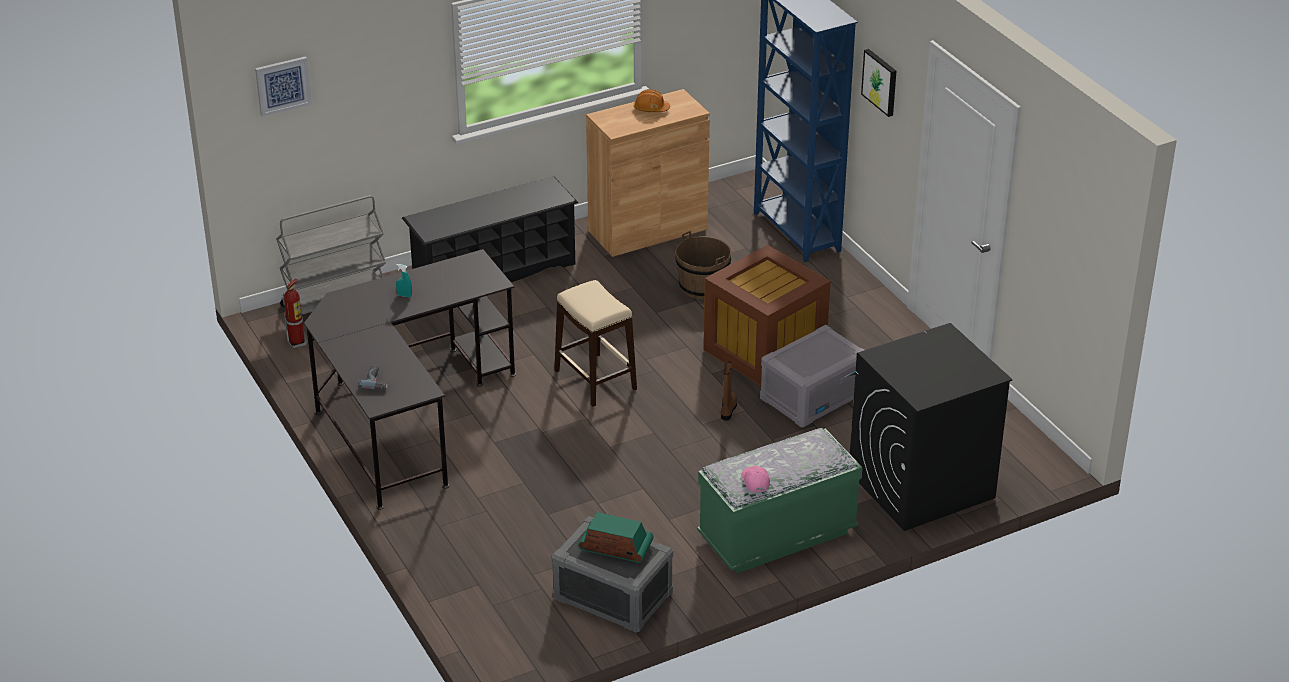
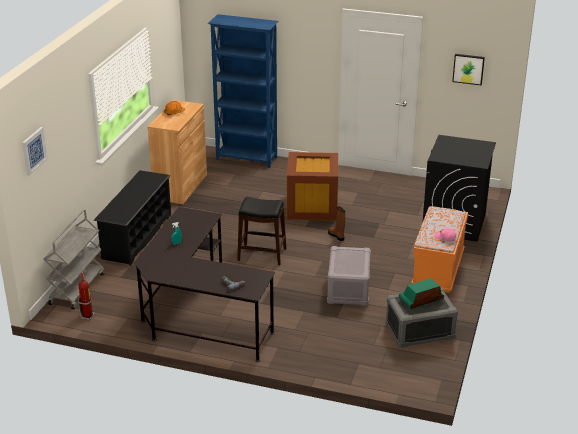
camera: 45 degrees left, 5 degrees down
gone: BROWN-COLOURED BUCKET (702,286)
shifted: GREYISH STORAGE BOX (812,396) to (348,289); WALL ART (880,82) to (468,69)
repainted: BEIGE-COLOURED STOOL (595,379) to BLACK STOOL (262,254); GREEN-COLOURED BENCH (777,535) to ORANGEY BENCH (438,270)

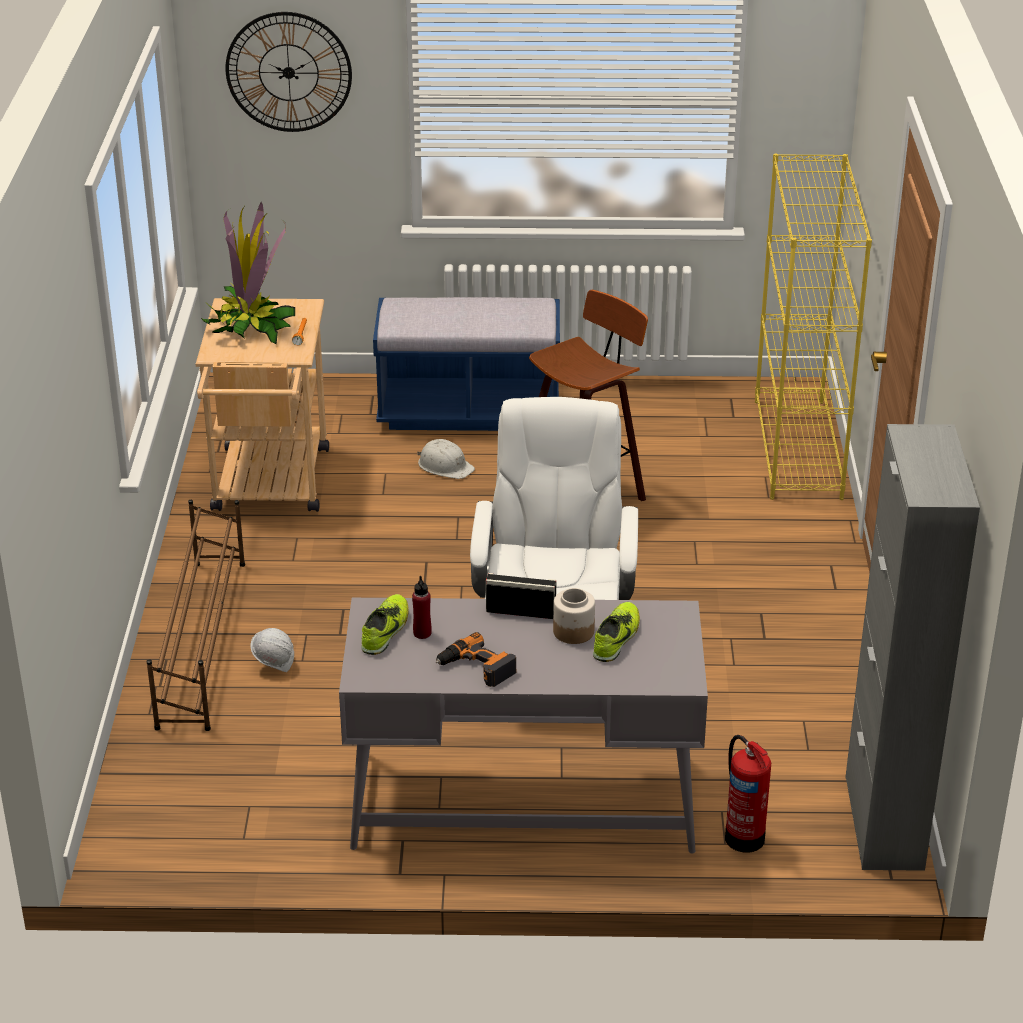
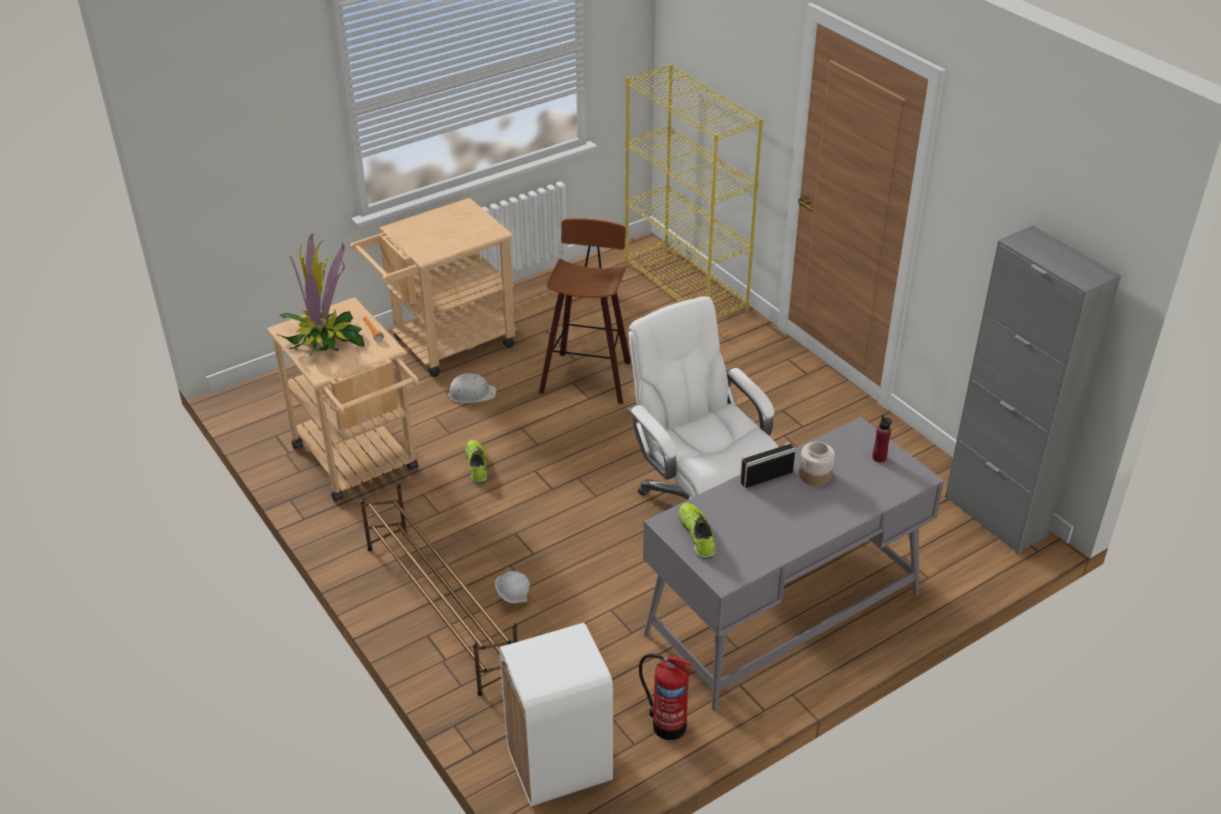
camera: 35 degrees left, 5 degrees up
gone: WALL CLOCK (288,72); POWER DRILL (476,668)
new: WHITE-COLOURED WASTE BIN (560,765)
shifted: REDDISH BOTTLE (422,633) to (879,457); ITEM OF FOOTWEAR (616,638) to (477,465); FIRE-FIGHTING CYLINDER (743,836) to (667,724)
swapped: BLUE BENCH (469,411) to BEIGE-COLOURED CART (444,346)

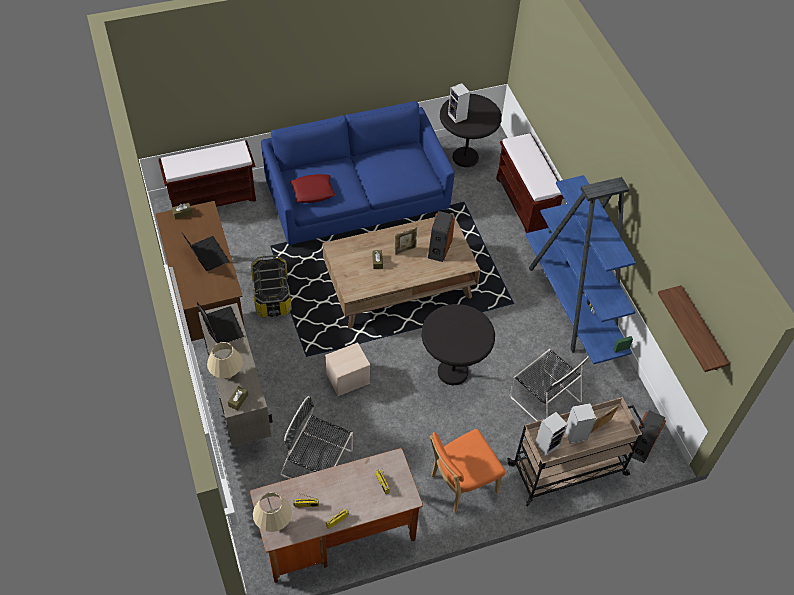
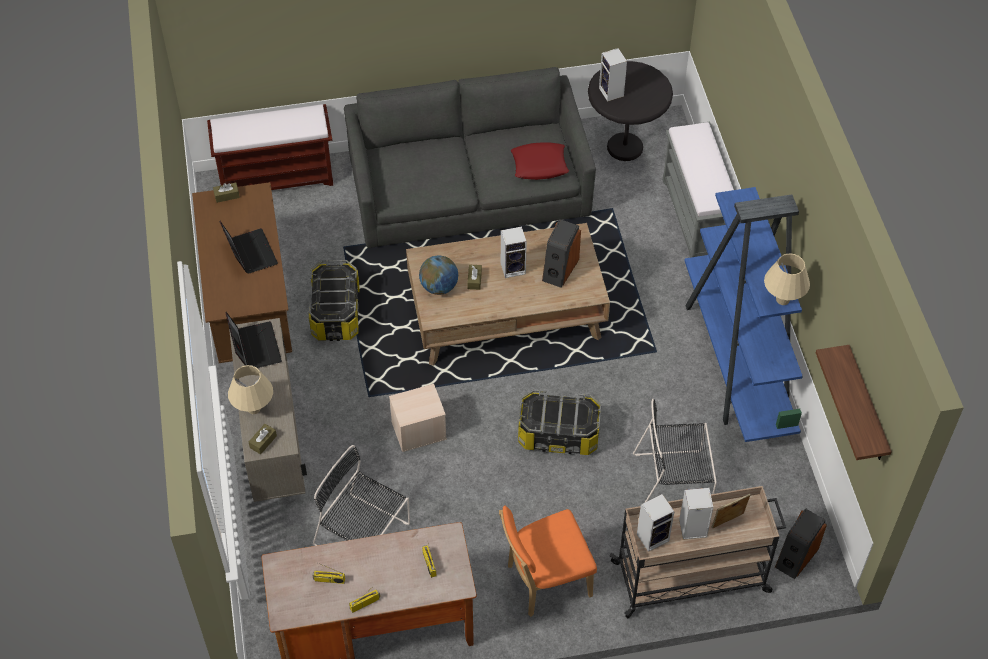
camera: 10 degrees right, 0 degrees up
new: WORLD GLOBE (439,287)
shifted: BEIGE-COLOURED TABLETOP LAMP (274,523) to (782,299); REDDISH CUSHION (313,191) to (539,165)
swapped: PHOTO FRAME (405,250) to AUDIO SPEAKER (514,268); BLACK END TABLE (452,372) to STORAGE BOX (558,435)
repainted: BLUE COUCH (357,194) to GREYISH COUCH (469,186); BROWN-COLOURED BENCH (525,204) to GREYISH BENCH (697,218)
rotated: BLACK PLAIN CHAIR (543,398) = (674,480) 120 degrees clockwise

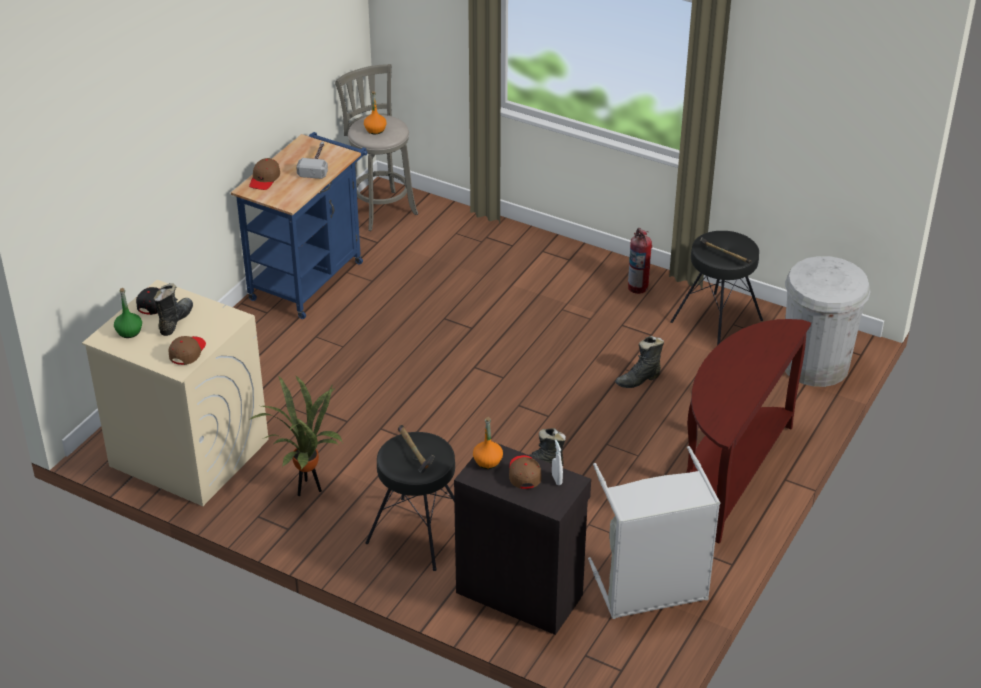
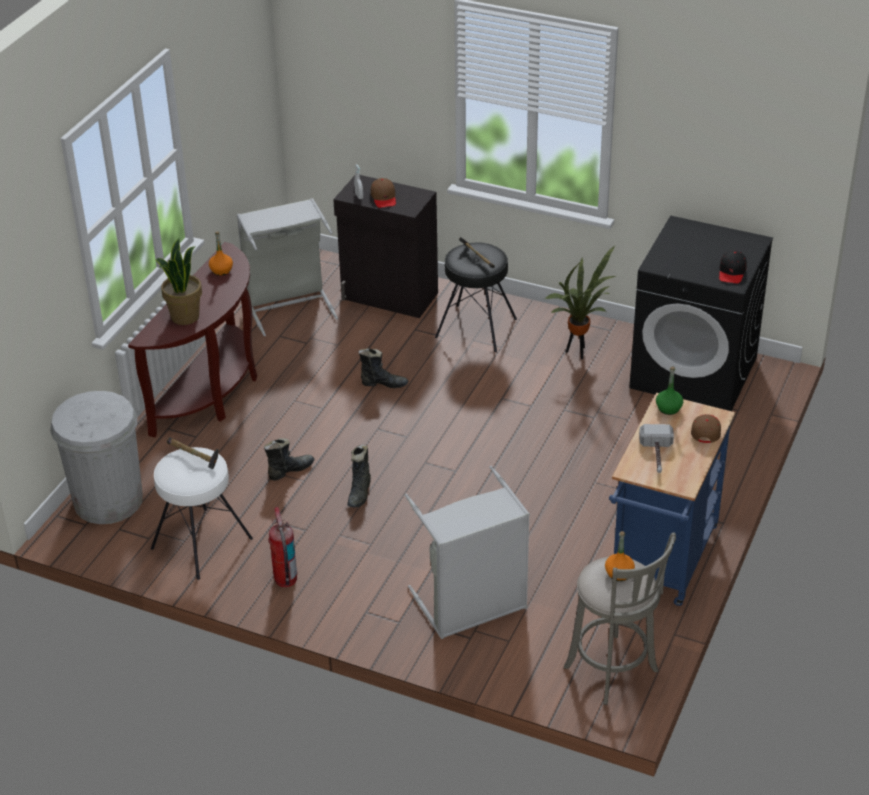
camera: 175 degrees right, 0 degrees up
gone: BROWN-COLOURED BASEBALL CAP (187,352)
new: PLANT IN A POT (184,316); GREYISH HAMPER (472,606)
shifted: GREEN-COLOURED BOTTLE (129,332) to (668,408); BLACK HIGH-TOP BOOT (175,321) to (360,493); ORANGEY BOTTLE (488,461) to (221,270)
repainted: BEIGE-COLOURED LAUNDRY APPLIANCE (188,452) to BLACK LAUNDRY APPLIANCE (694,372); BLACK STOOL (717,321) to WHITE-COLOURED STOOL (201,543)

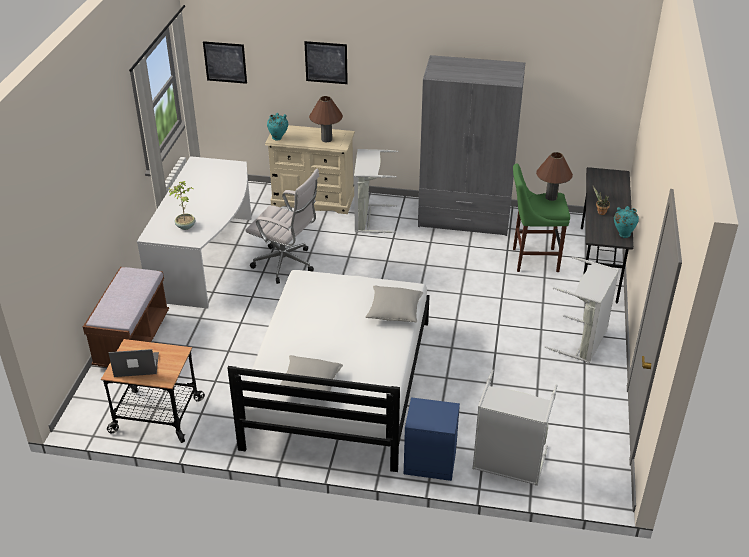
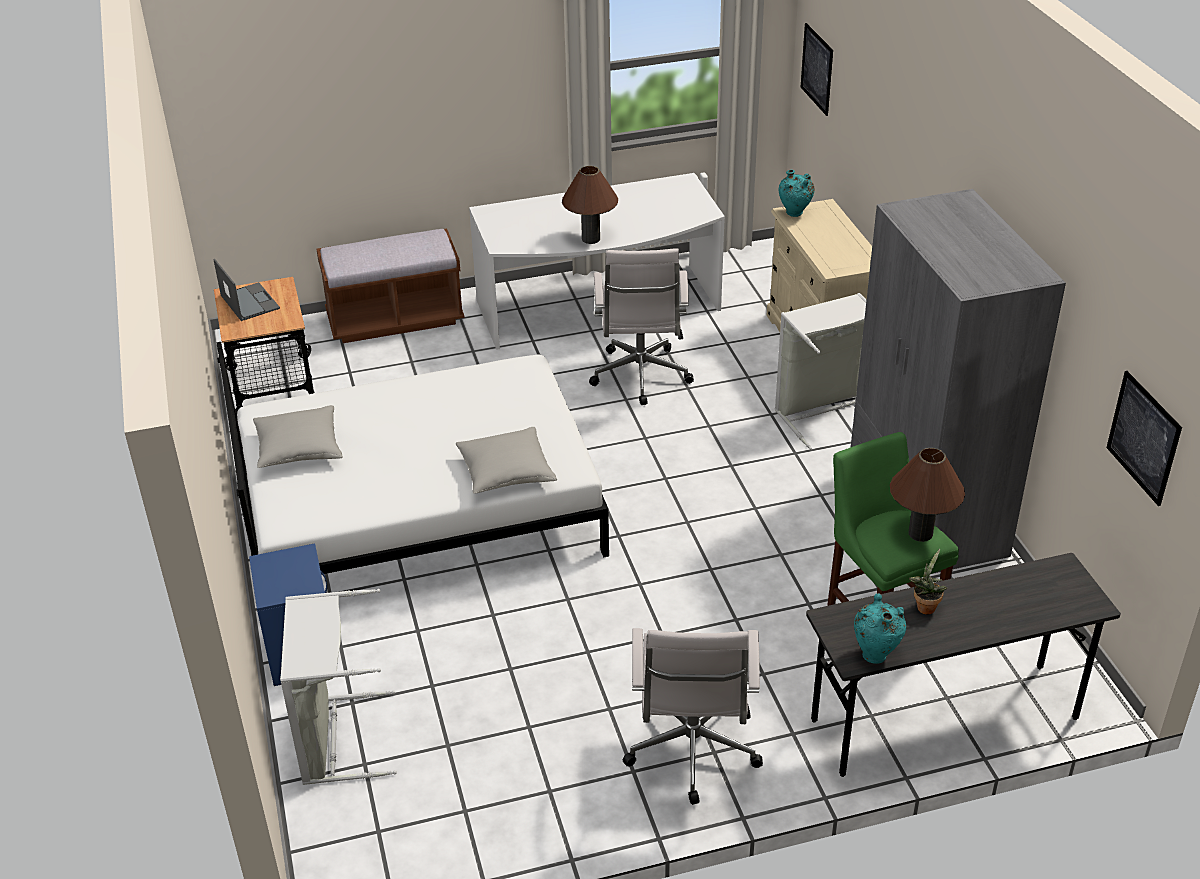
camera: 65 degrees right, 0 degrees up
gone: PLANT IN A POT (186,226)
shifted: WALL ART (326,62) to (1143,437); BROWN-COLOURED TABLETOP LAMP (326,139) to (591,239)
swapped: GREYISH HAMPER (583,341) to WHITE-COLOURED OFFICE CHAIR (692,755)

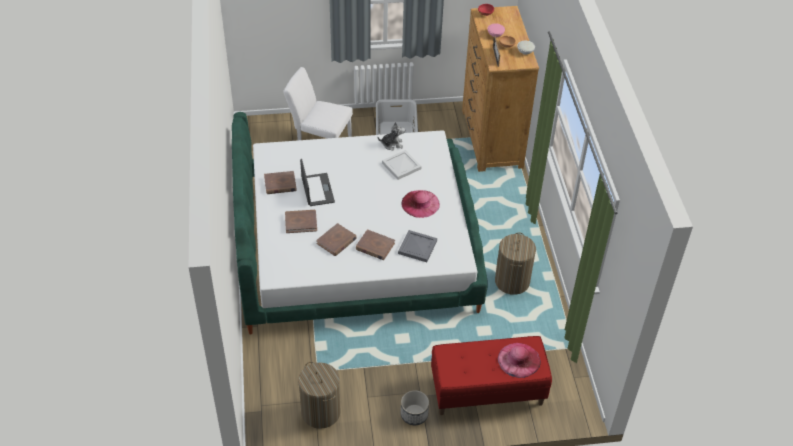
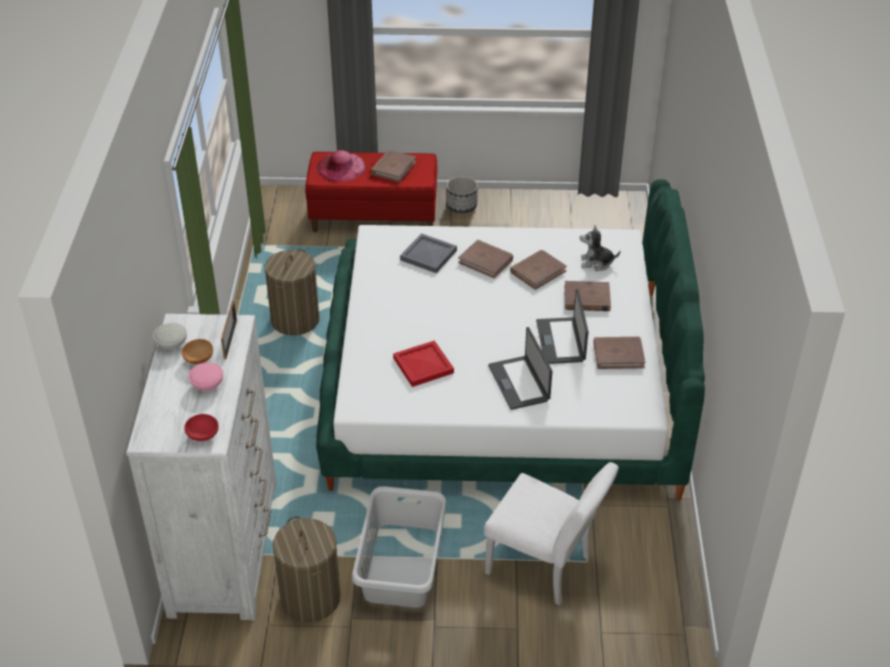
camera: 170 degrees left, 5 degrees down
gone: PINKISH CLOTHING HAT (420,203)
new: BROWN-COLOURED BOOK (393,168); LAPTOP (519,383)
shifted: HAMPER (321,412) to (310,598); PLUSH TOY (392,144) to (596,263)
repainted: WHITE-COLOURED CARRYING TRAY (400,166) to REDDISH CARRYING TRAY (424,366); BROWN-COLOURED CHEST OF DRAWERS (491,139) to WHITE-COLOURED CHEST OF DRAWERS (225,547)

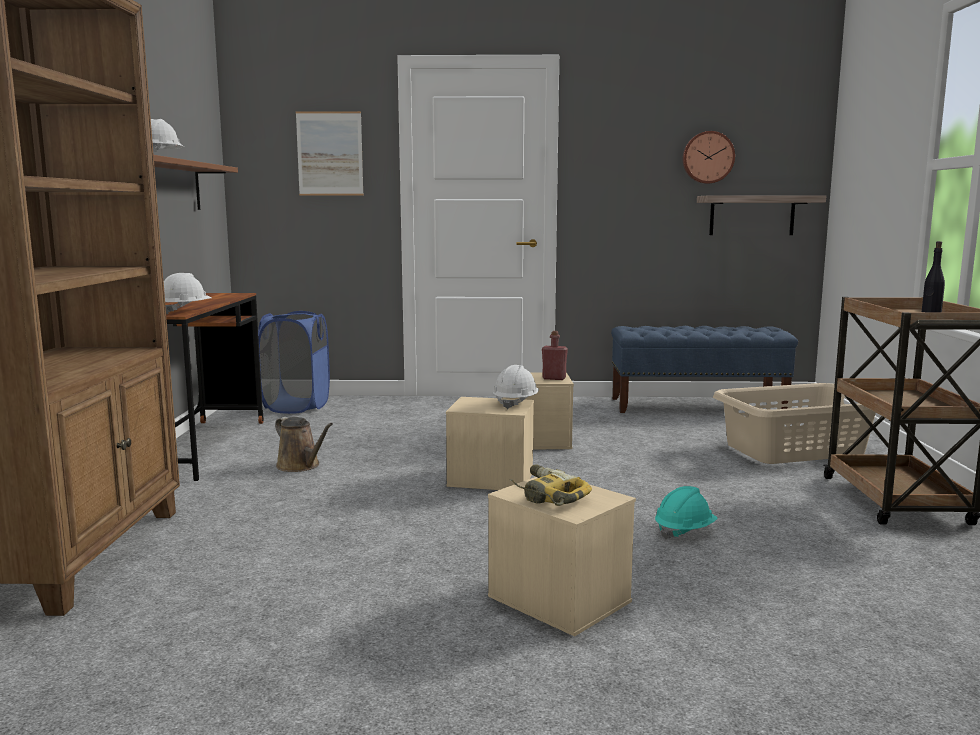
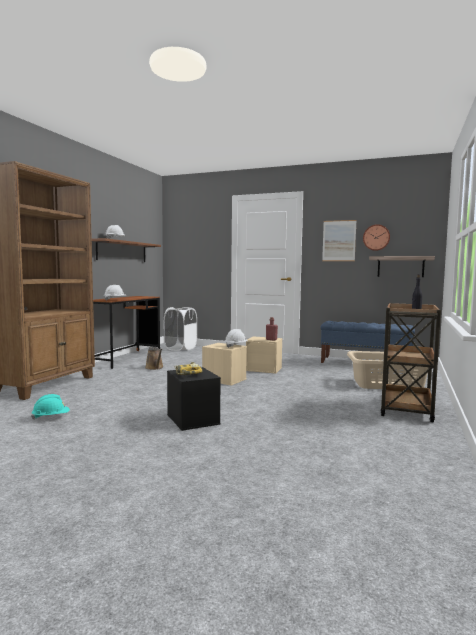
camera: 20 degrees right, 5 degrees down
shifted: WALL ART (330,153) to (339,240); TURQUOISE-COLOURED HARD HAT (684,531) to (51,417)
repainted: BLUE HAMPER (296,406) to WHITE-COLOURED HAMPER (180,348); BEIGE-COLOURED STORAGE BOX (557,599) to BLACK STORAGE BOX (192,419)

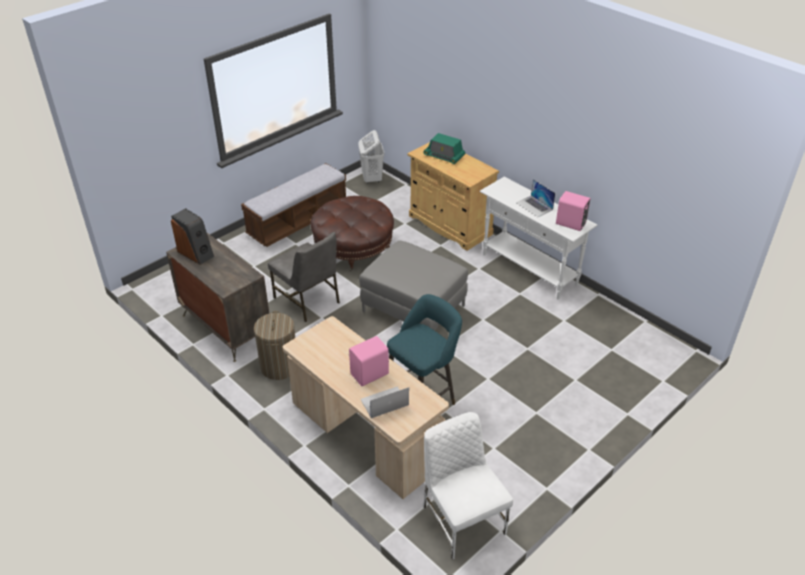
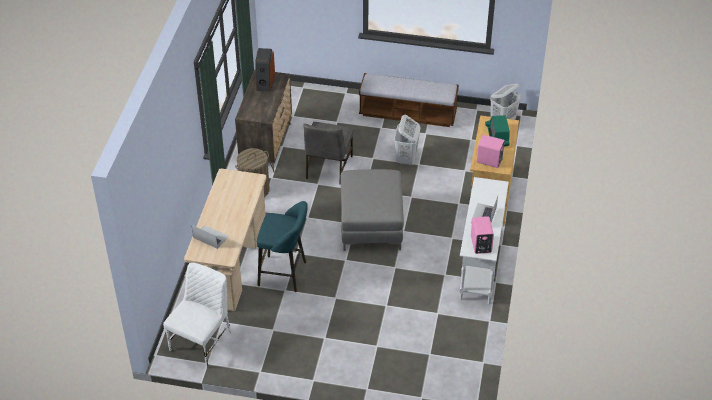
camera: 55 degrees right, 5 degrees up
shifted: PINKISH AUDIO SPEAKER (370,374) to (489,161)
swapped: BROWN-COLOURED FOOTREST (353,248) to WHITE-COLOURED HAMPER (406,159)

